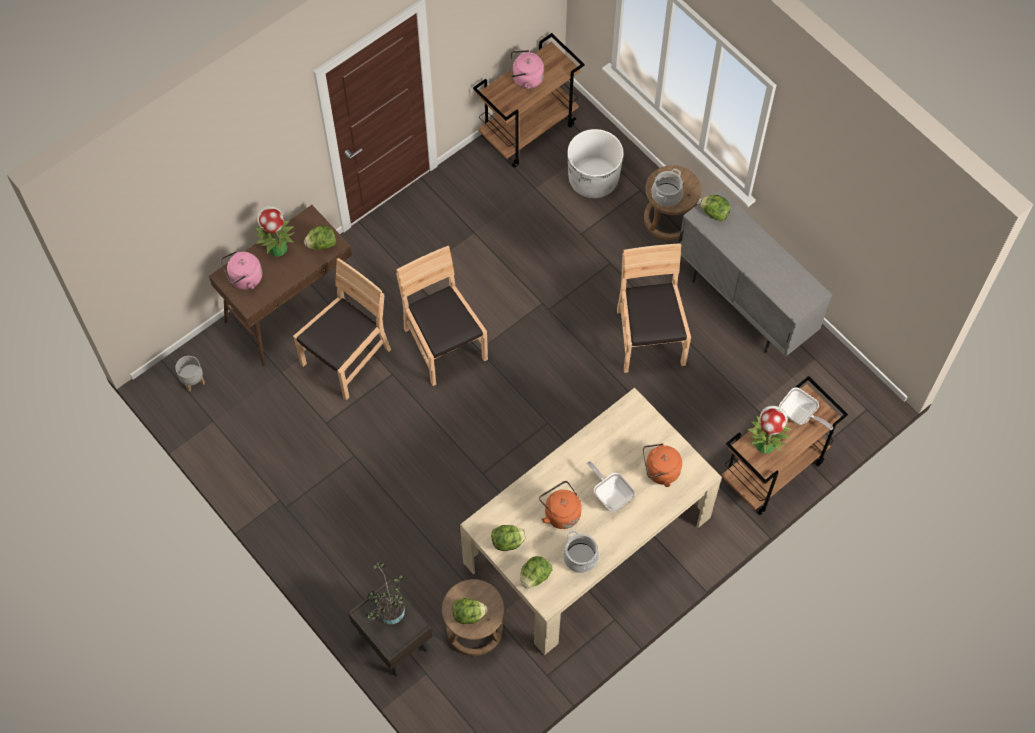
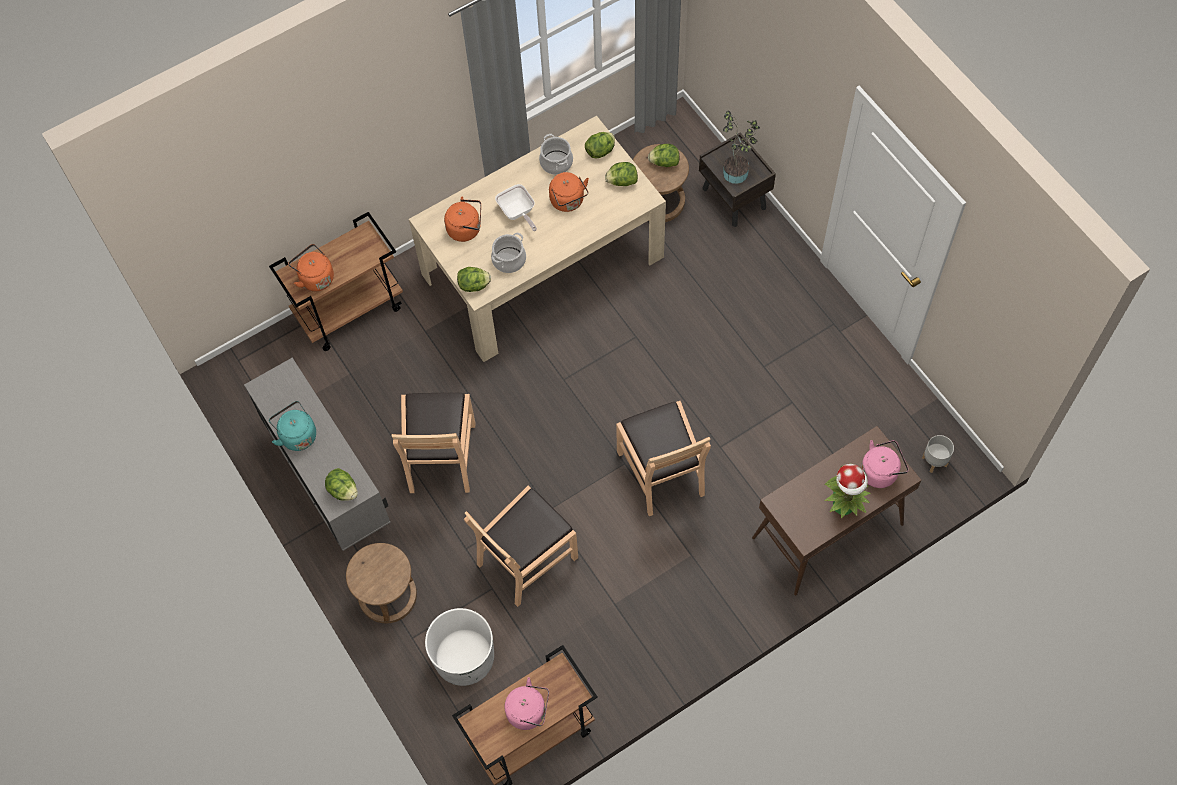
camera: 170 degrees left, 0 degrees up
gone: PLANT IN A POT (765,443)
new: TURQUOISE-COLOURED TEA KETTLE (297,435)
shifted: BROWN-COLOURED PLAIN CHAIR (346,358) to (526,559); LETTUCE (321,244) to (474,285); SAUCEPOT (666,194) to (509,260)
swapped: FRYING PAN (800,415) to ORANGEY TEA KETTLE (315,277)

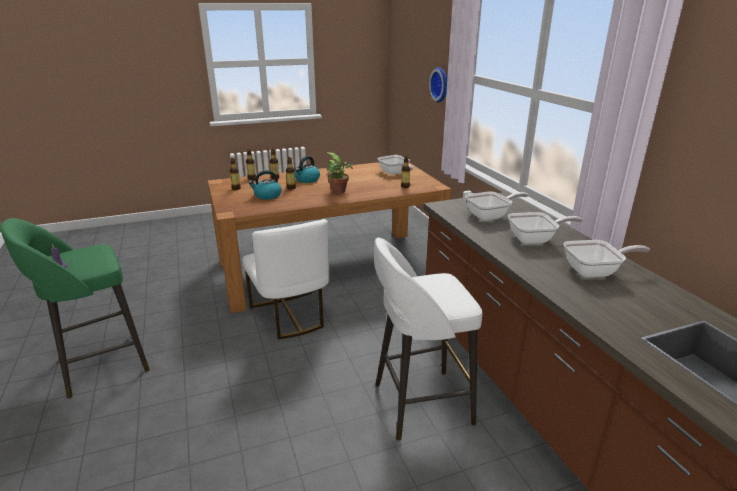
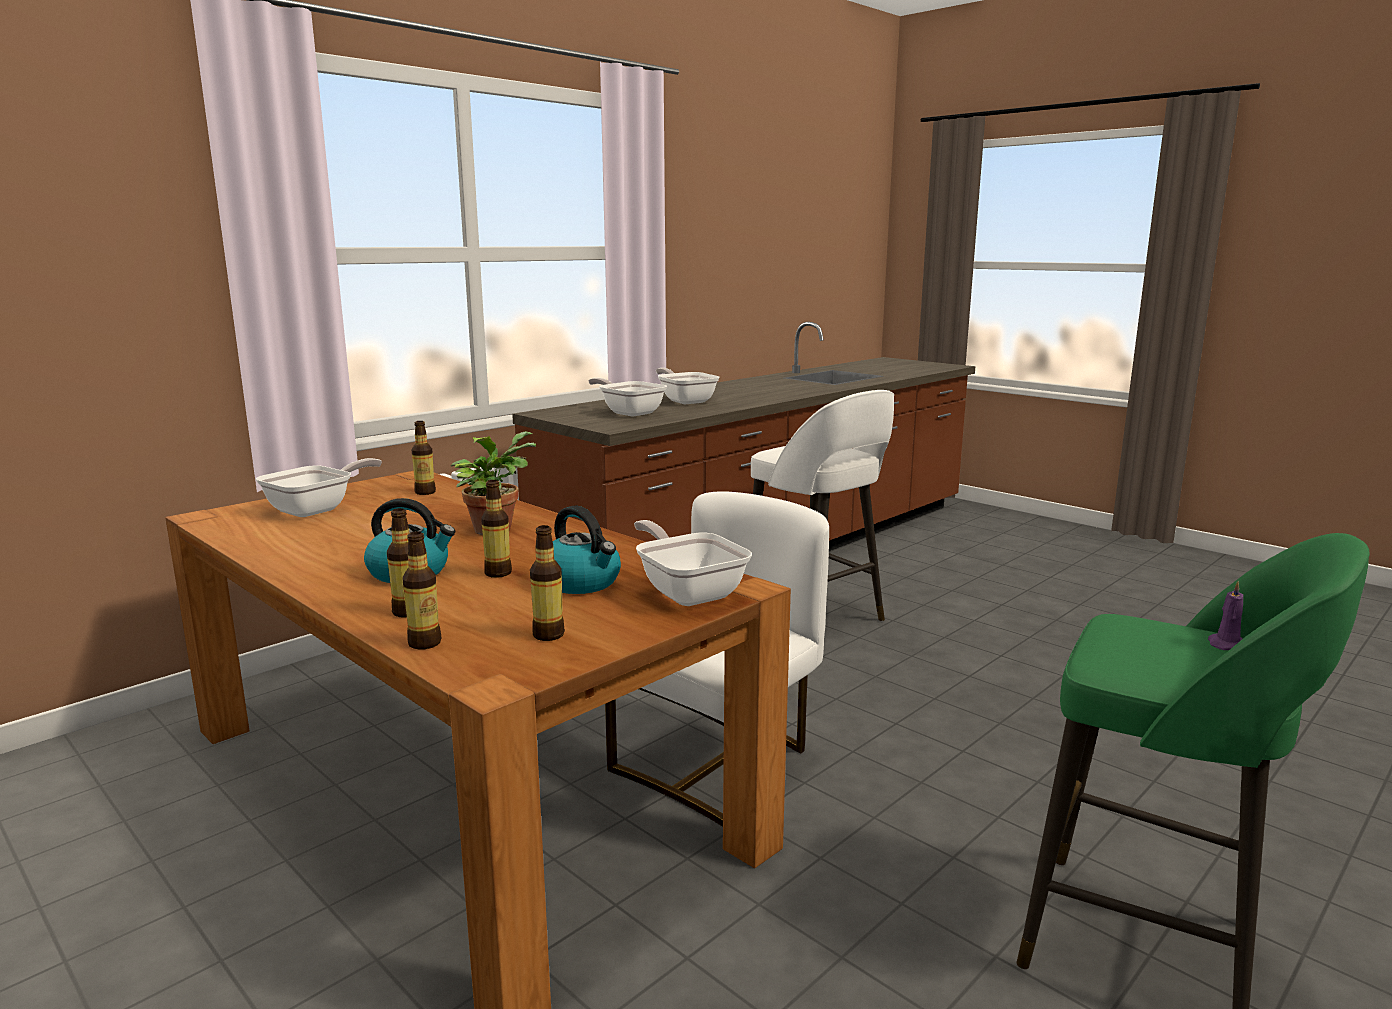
camera: 115 degrees left, 10 degrees down
gone: WALL CLOCK (441,84)
shifted: FRYING PAN (595,272) to (687,591)

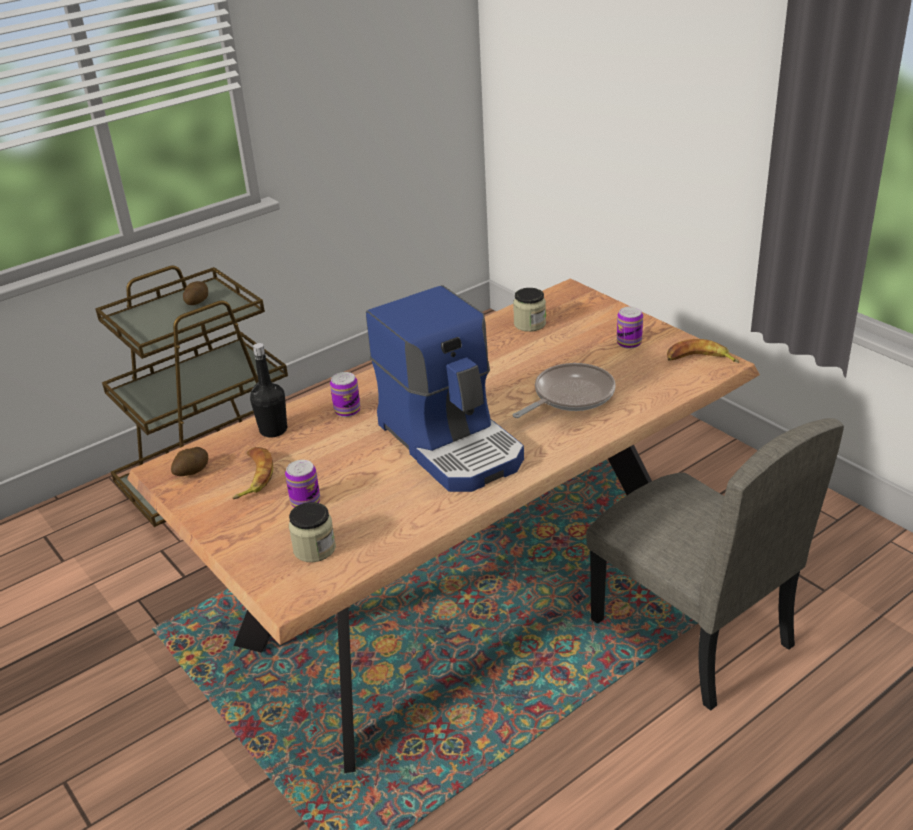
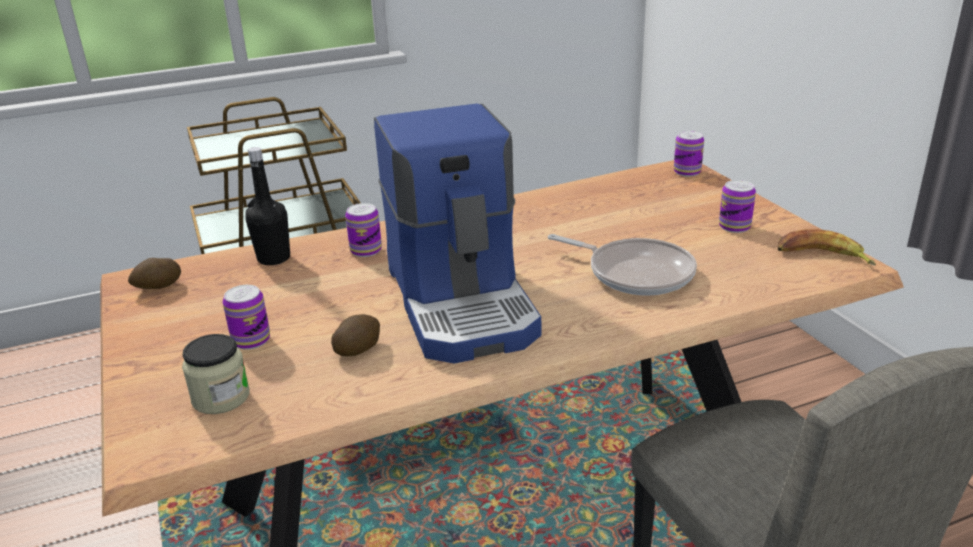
camera: 15 degrees right, 5 degrees down
gone: BANANA FRUIT (253,477); STORAGE JAR (529,324)
new: METAL CAN (687,172)
shifted: WHOLE POTATO (197,301) to (358,348)
rotated: FRYING PAN (570,396) = (635,273) 60 degrees clockwise

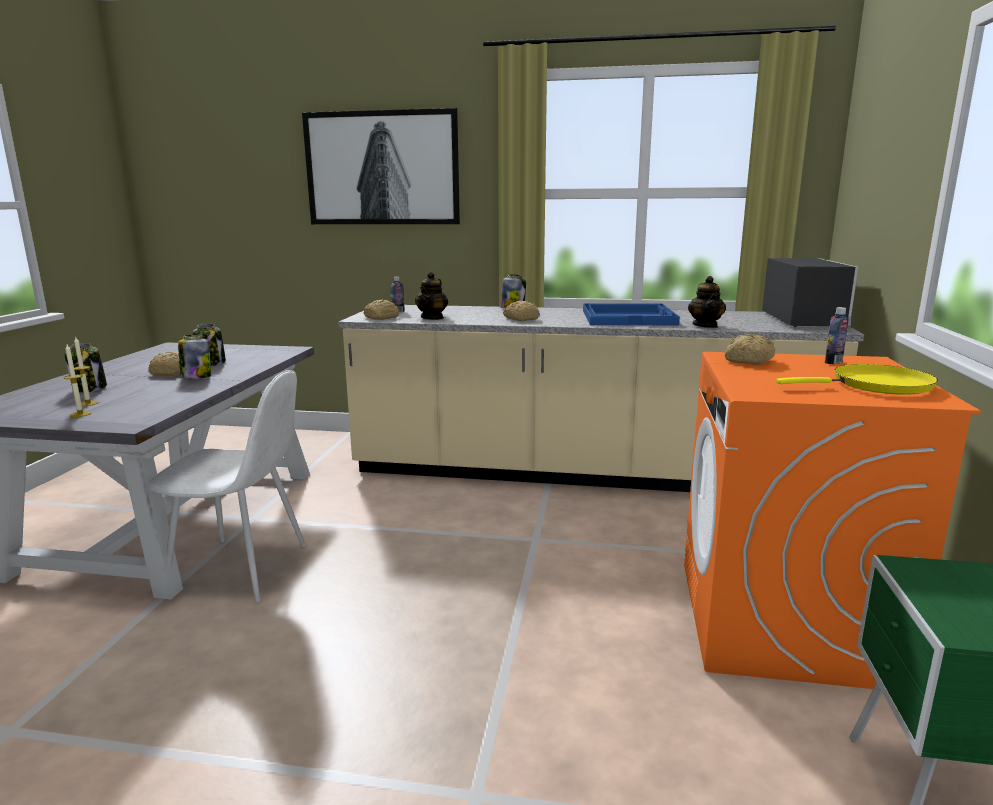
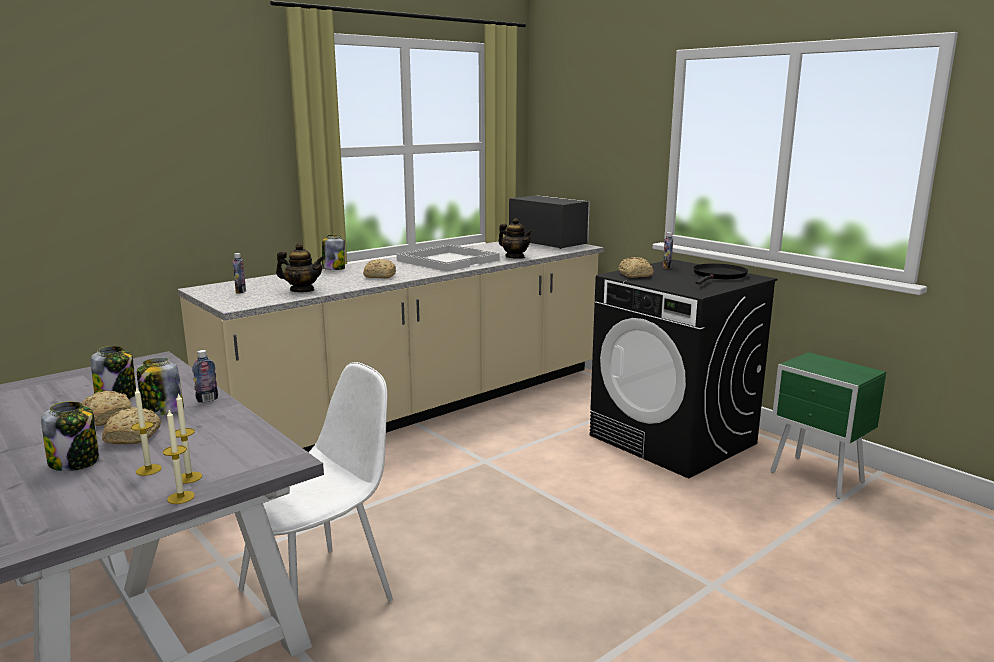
camera: 50 degrees left, 0 degrees up
gone: WALL ART (382,168)
new: WAX LIGHT (181,497); BOTTLE (207,400)
shifted: BREAD (382,317) to (134,436)
repainted: BLUE CARRYING TRAY (628,317) to WHITE-COLOURED CARRYING TRAY (448,260); ORANGEY LAUNDRY APPLIANCE (782,621) to BLACK LAUNDRY APPLIANCE (673,440); YELLOW FRYING PAN (875,385) to BLACK FRYING PAN (718,276)
rotated: TEAPOT (432,318) = (302,290) 45 degrees counterclockwise

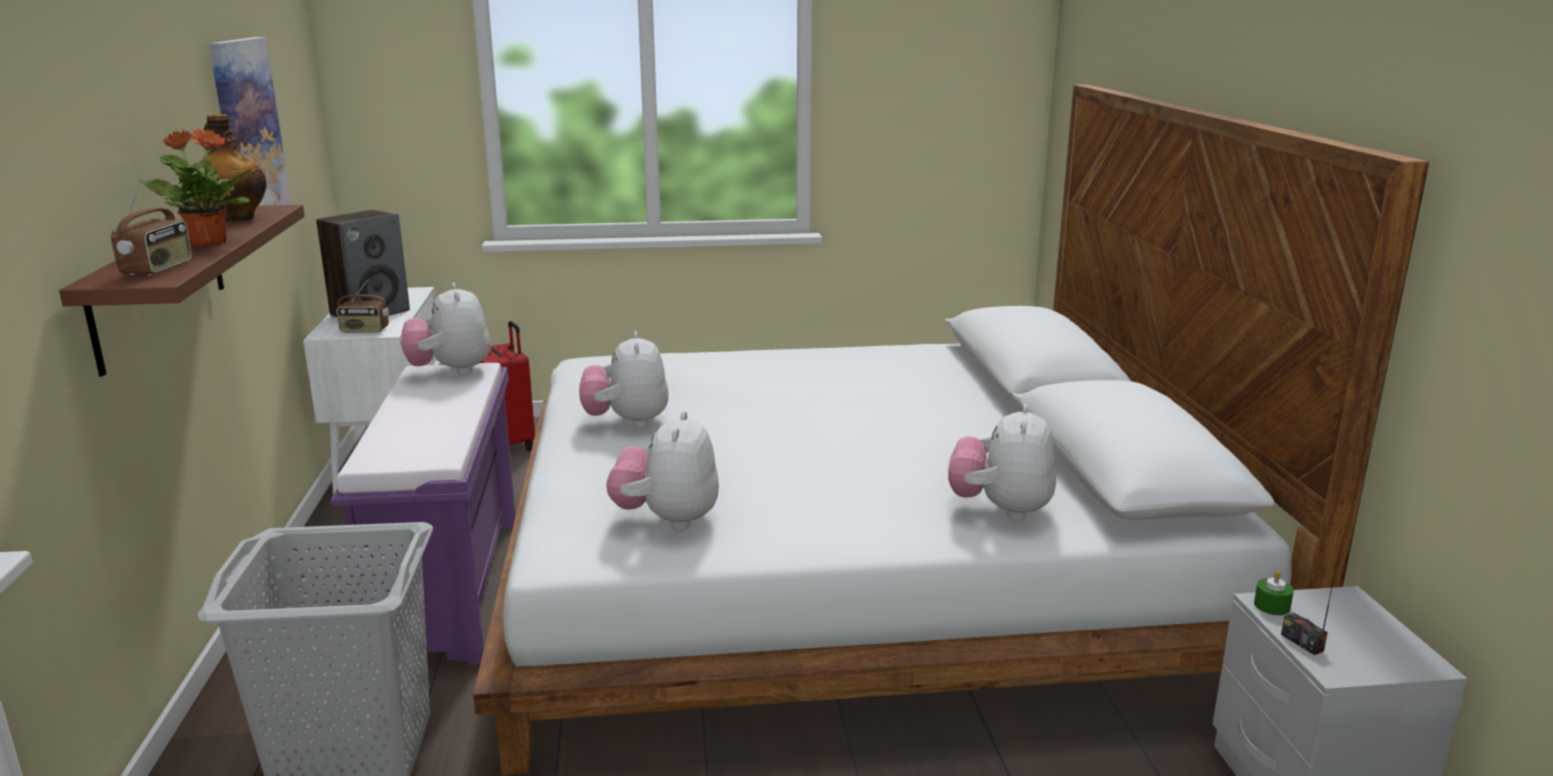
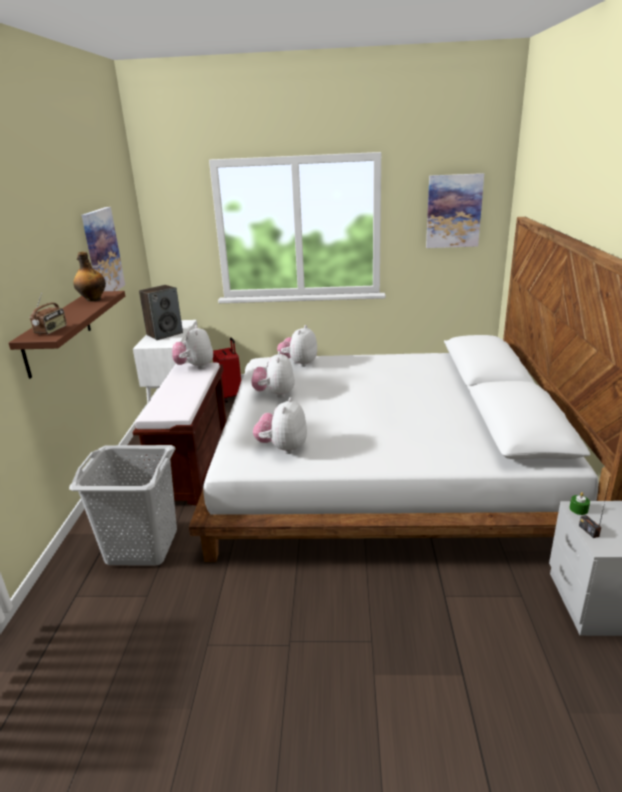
camera: 10 degrees right, 5 degrees up
gone: PLANT IN A POT (207,242); RADIO RECEIVER (364,331)
new: WALL ART (453,211)
shifted: PLUSH TOY (1001,510) to (299,363)
repainted: PURPLISH BENCH (451,589) to BROWN-COLOURED BENCH (194,469)

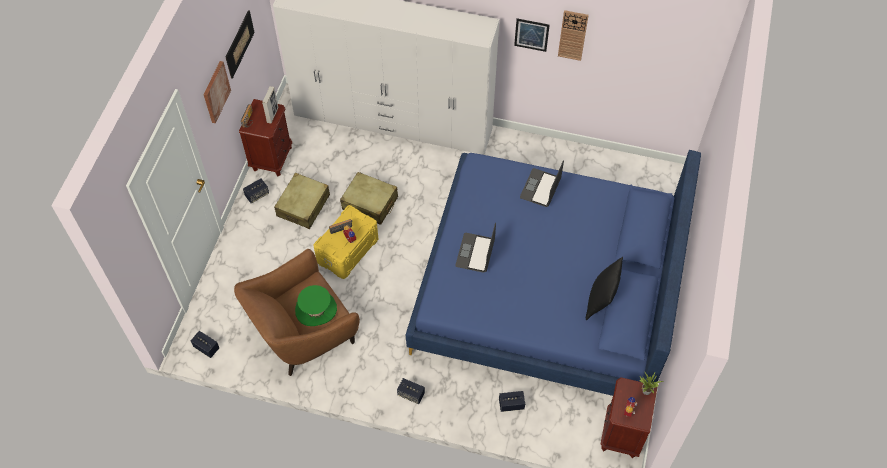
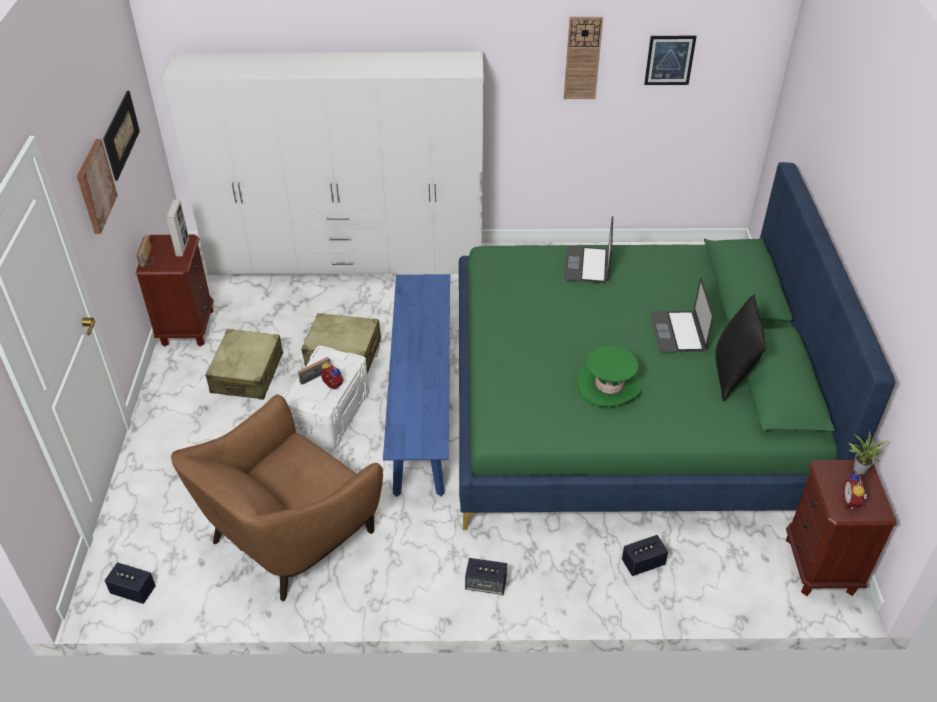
camera: 15 degrees left, 15 degrees down
gone: AUDIO SPEAKER (257,195)
new: BLUE BENCH (422,404)
shifted: GREEN-COLOURED CLOTHING HAT (316,309) to (609,386); LAPTOP (475,253) to (677,332); WALL ART (531,34) to (669,60)
repainted: YELLOW STORAGE BOX (348,251) to WHITE-COLOURED STORAGE BOX (329,415); BLUE SLEEPING BED (547,287) to GREEN-COLOURED SLEEPING BED (627,403)

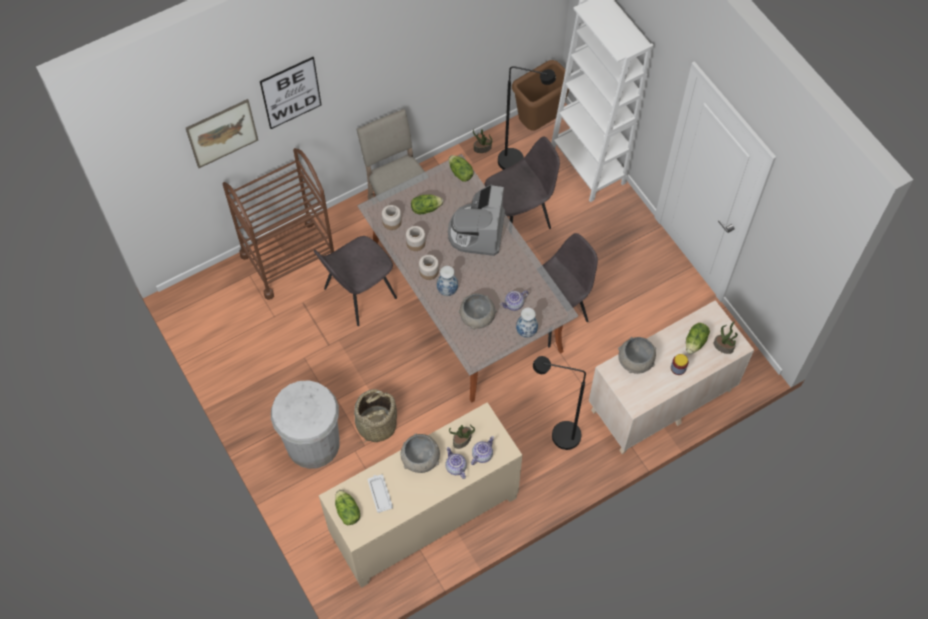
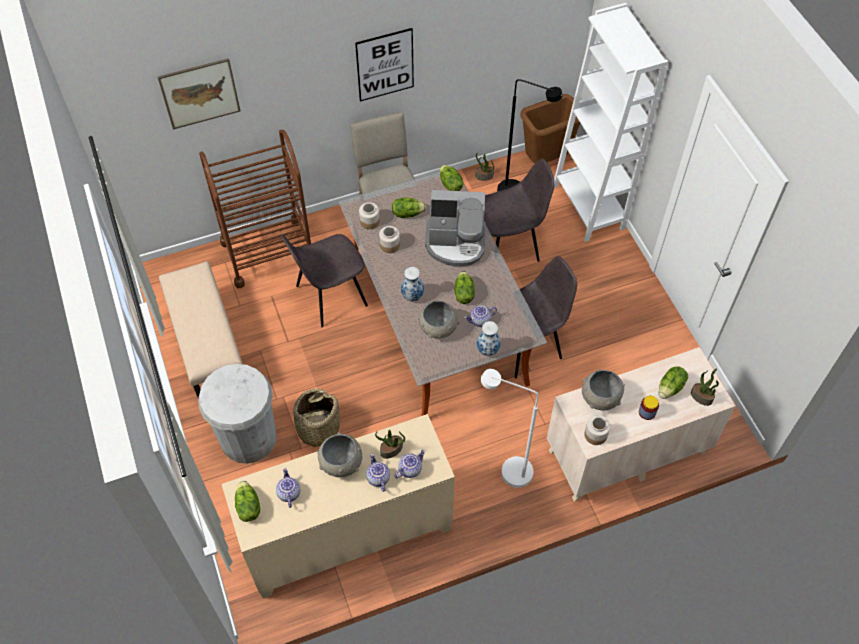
camera: 10 degrees right, 5 degrees down
new: BEIGE-COLOURED BENCH (207,346); LETTUCE (463,293)
shifted: WALL ART (291,93) to (385,65); STORAGE JAR (429,272) to (595,435)
swapped: WHITE-COLOURED CARRYING TRAY (380,493) to TEAPOT (288,493)
repainted: BLACK STANDARD LAMP (557,435) to WHITE-COLOURED STANDARD LAMP (507,470)
rotated: COFFEE BREWER (477,231) = (456,243) 105 degrees counterclockwise

